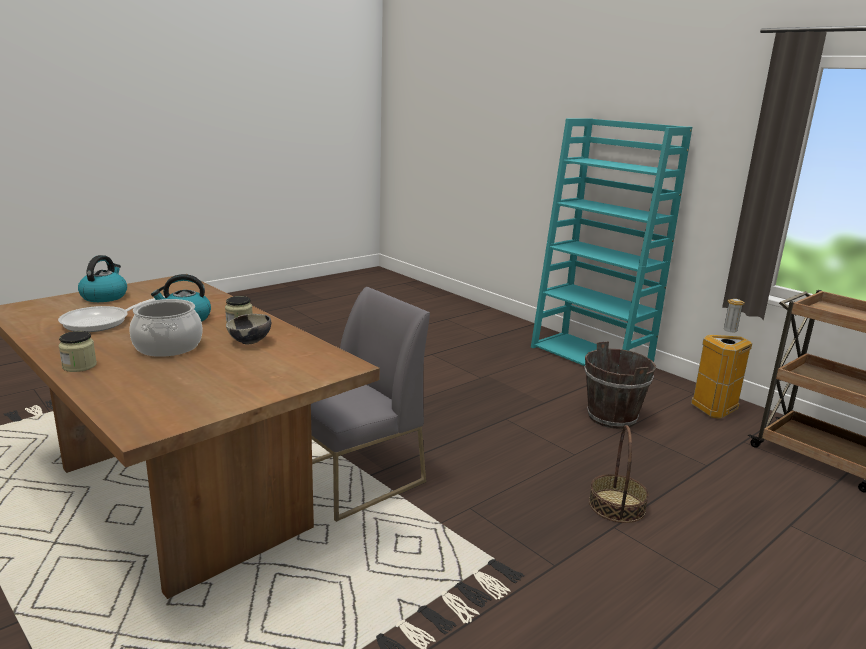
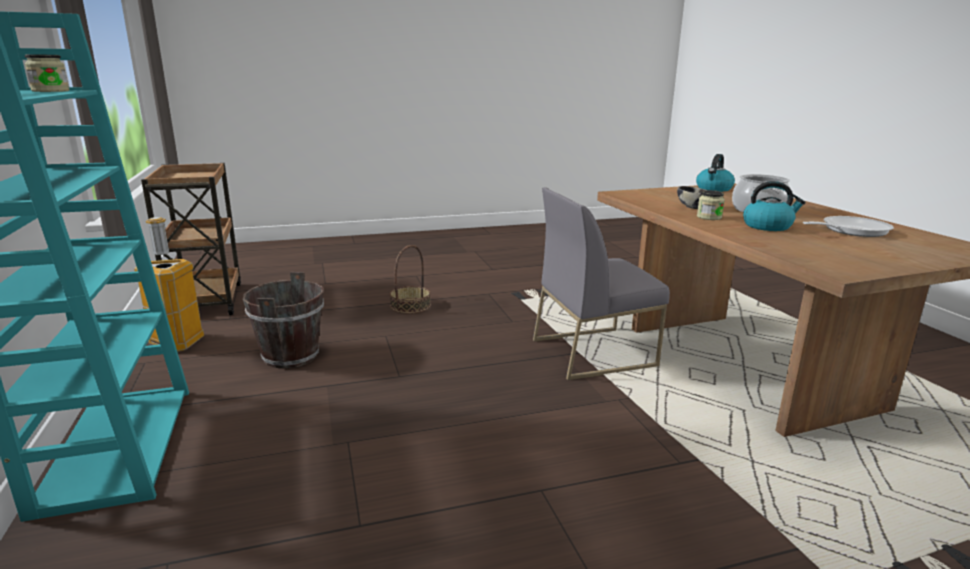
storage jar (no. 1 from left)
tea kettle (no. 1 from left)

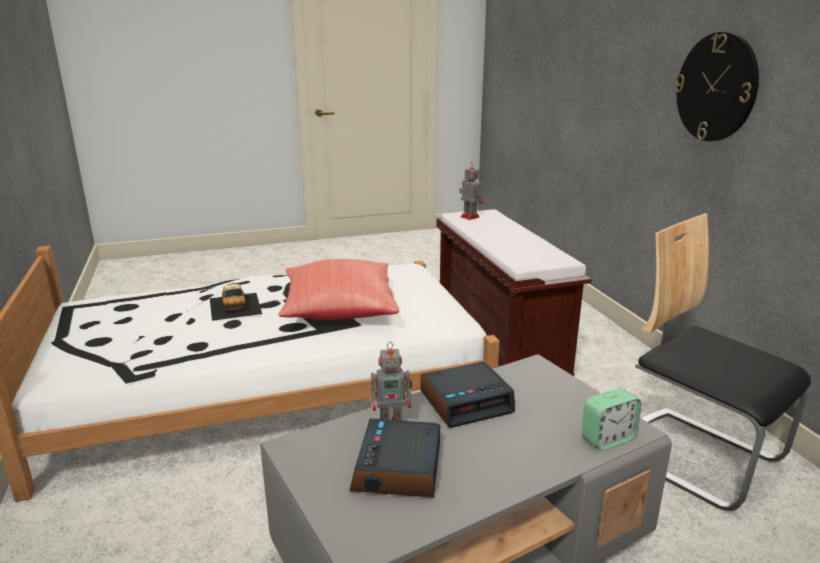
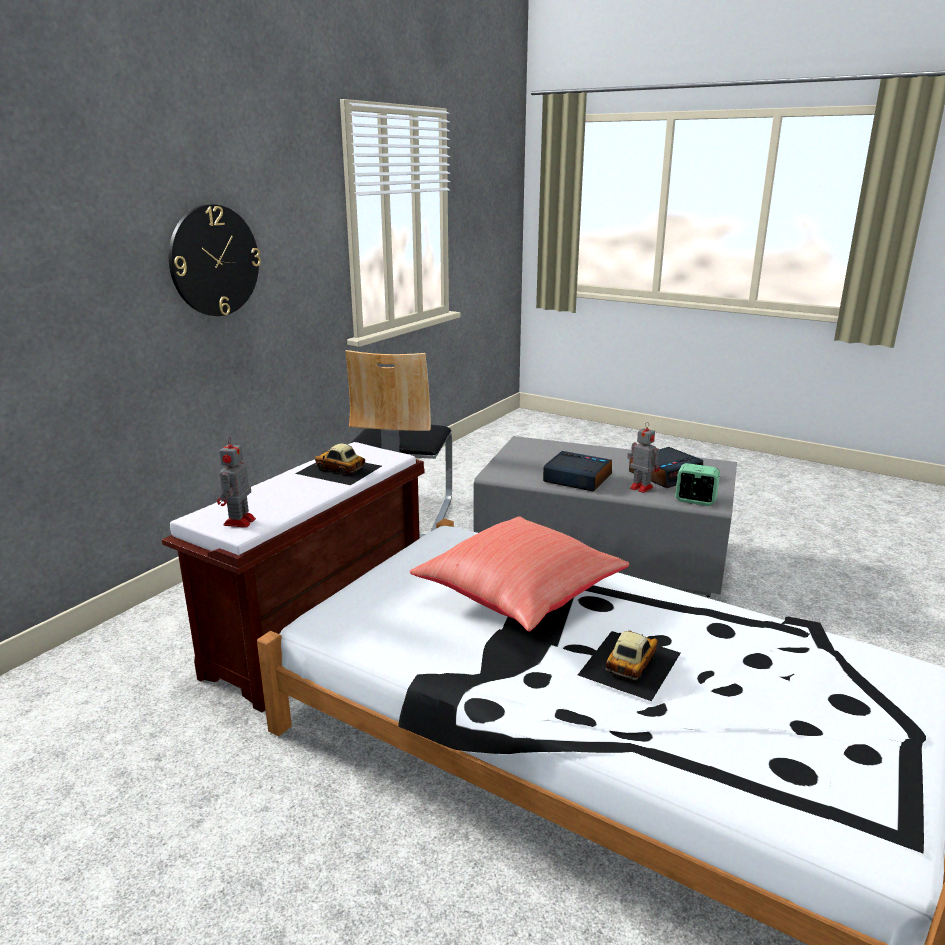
toy car (no. 1 from left)
alarm clock (no. 3 from left)

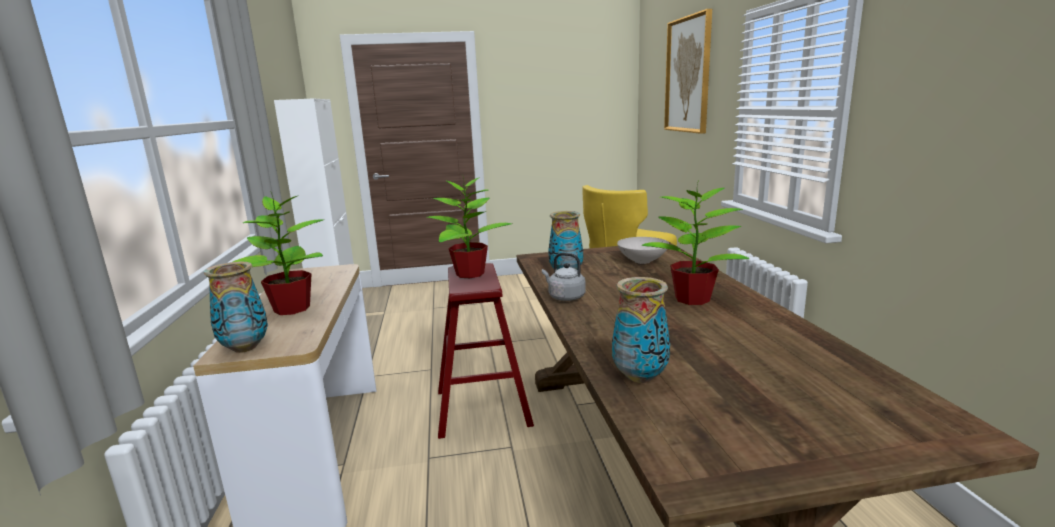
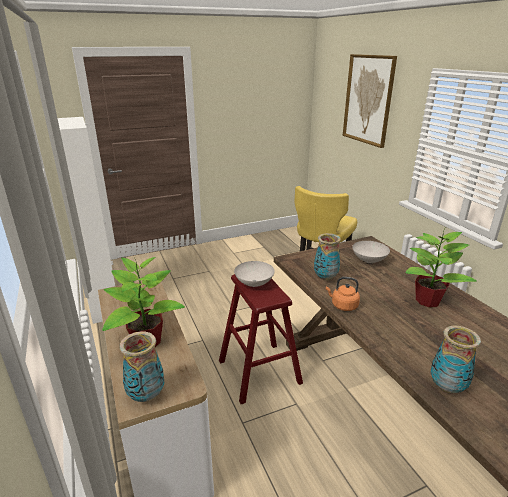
deep dish/white-coloured (no. 1 from left)
tea kettle/orangey

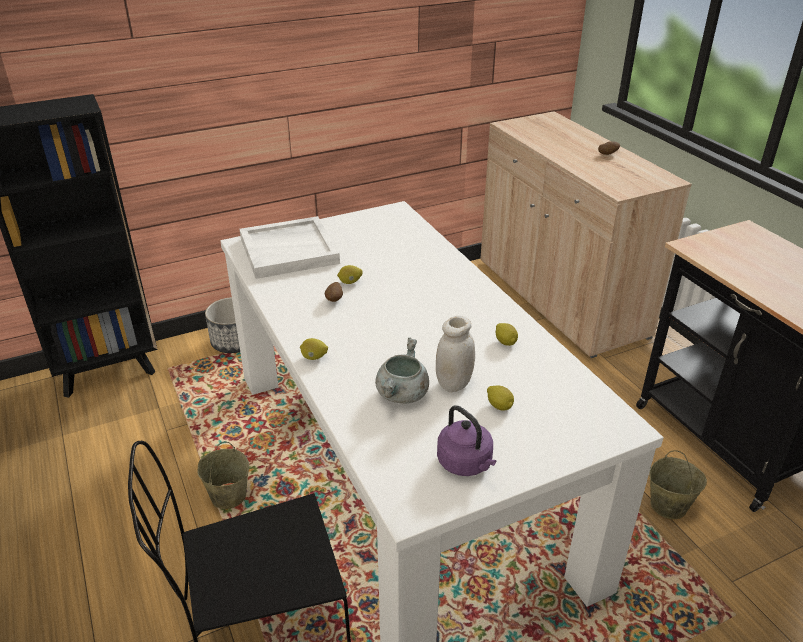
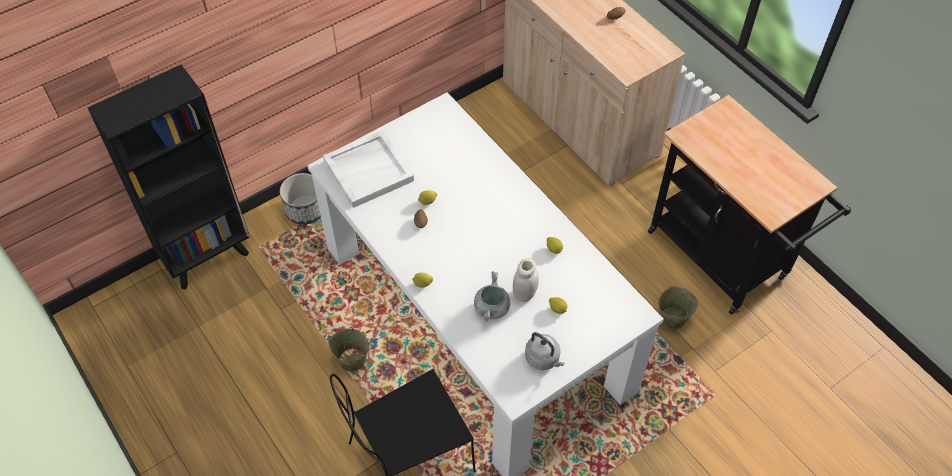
tea kettle/greyish

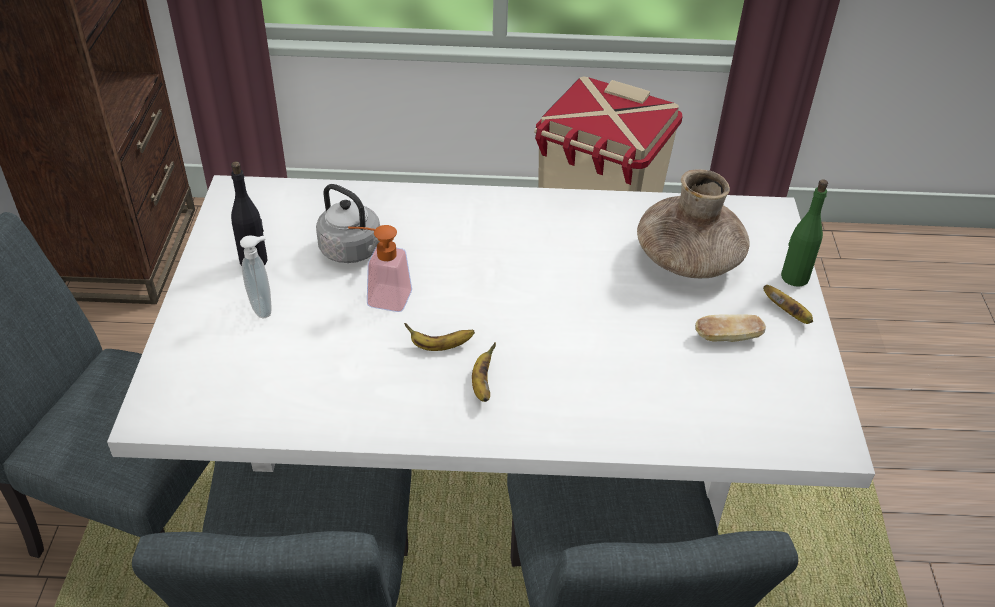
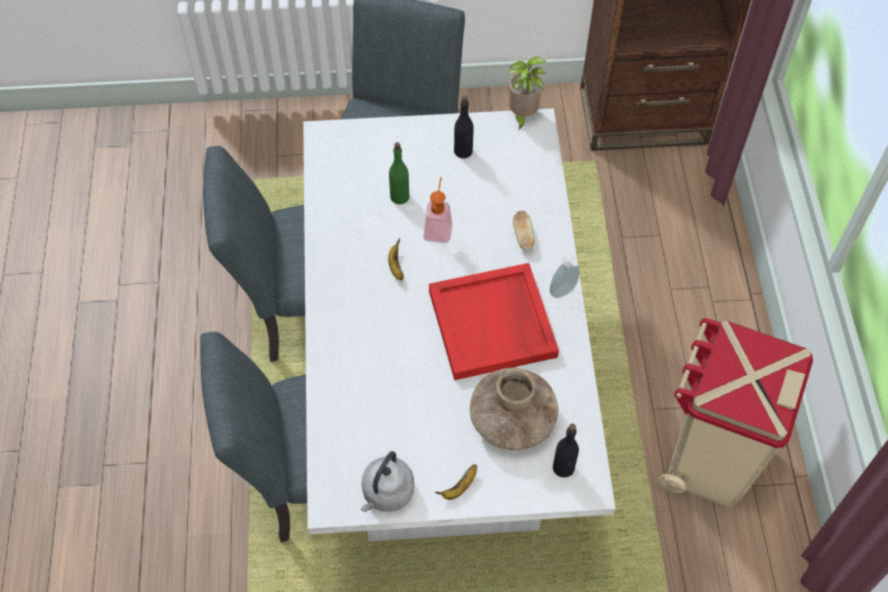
whole banana (no. 2 from left in the first image)
tray/red
potted plant
bottle/black-coloured (no. 2 from left)
soap bottle (no. 2 from left)
tea kettle/greyish
bread
bottle/greenish

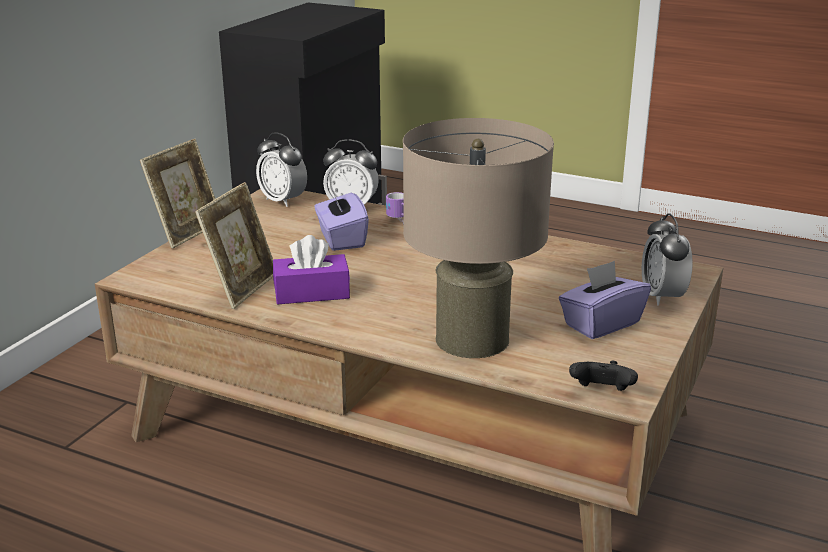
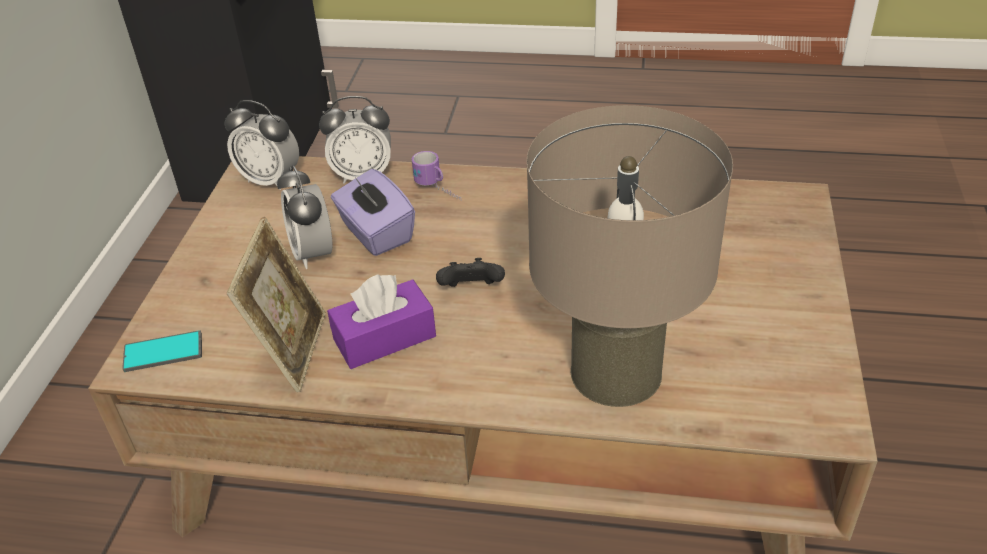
photo frame (no. 1 from left in the first image)
tissue holder/purple (no. 3 from left in the first image)
telephone
game controller/black-coloured
alarm clock (no. 2 from left)

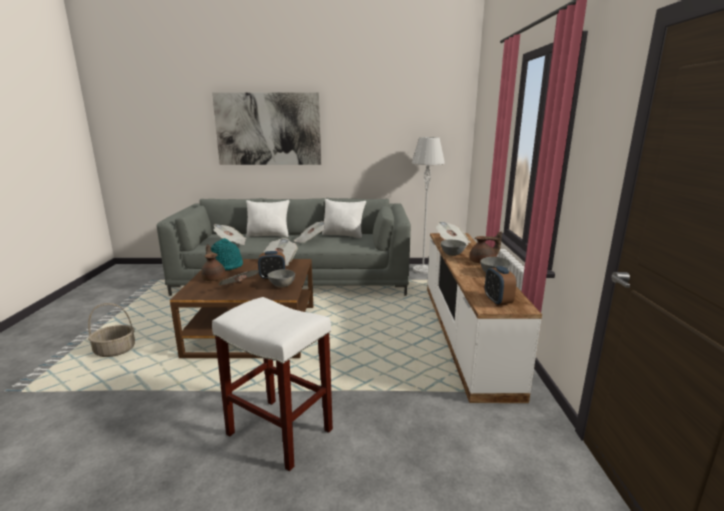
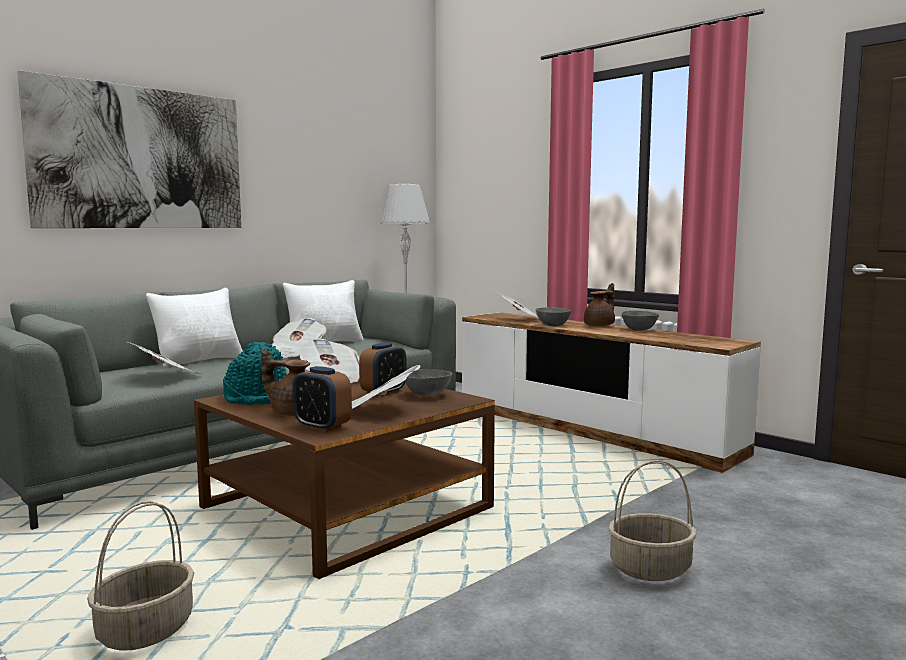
alarm clock (no. 1 from left)
storage basket (no. 2 from left)

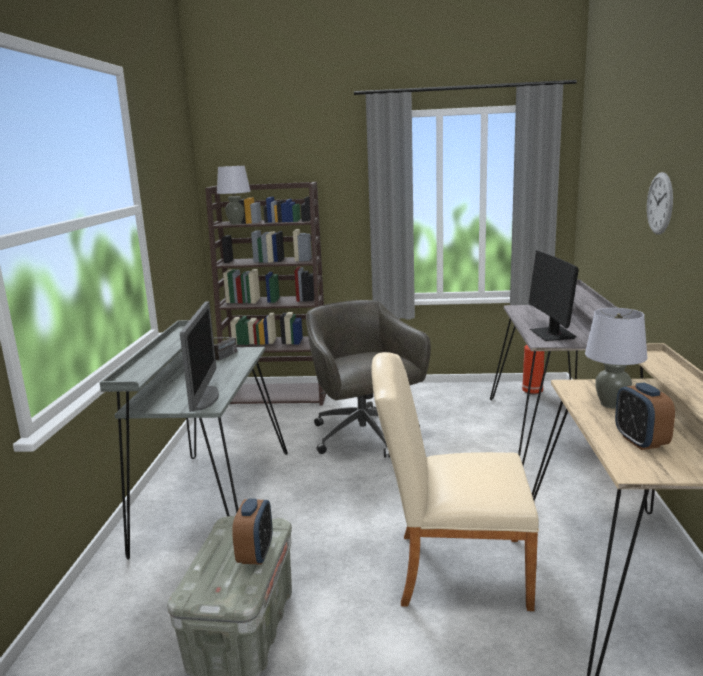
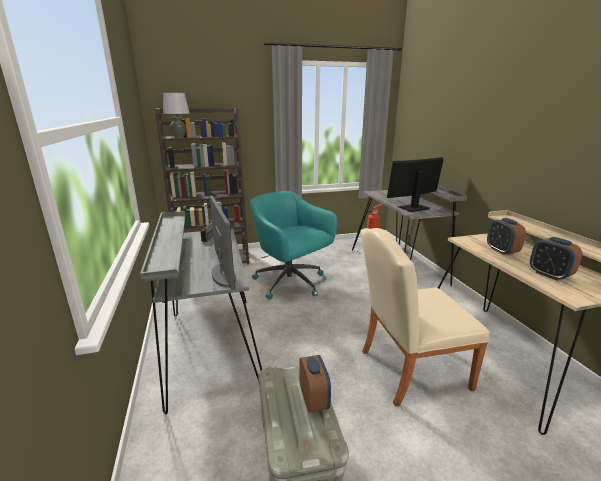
clock on the wall
alarm clock (no. 2 from left)
office chair/turquoise
monitor (no. 2 from left)

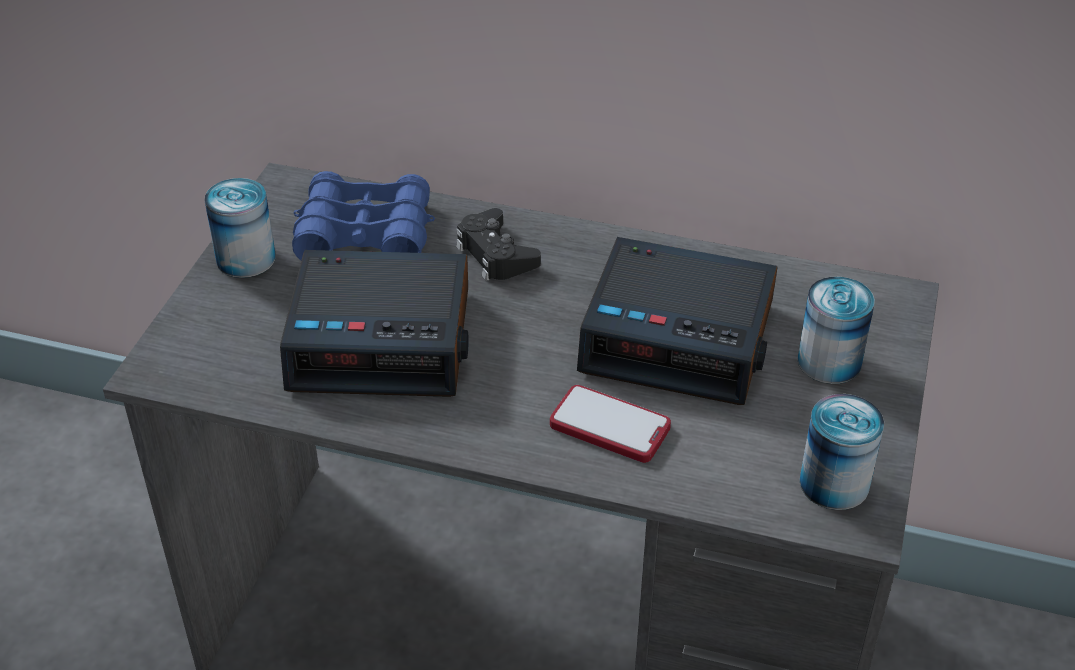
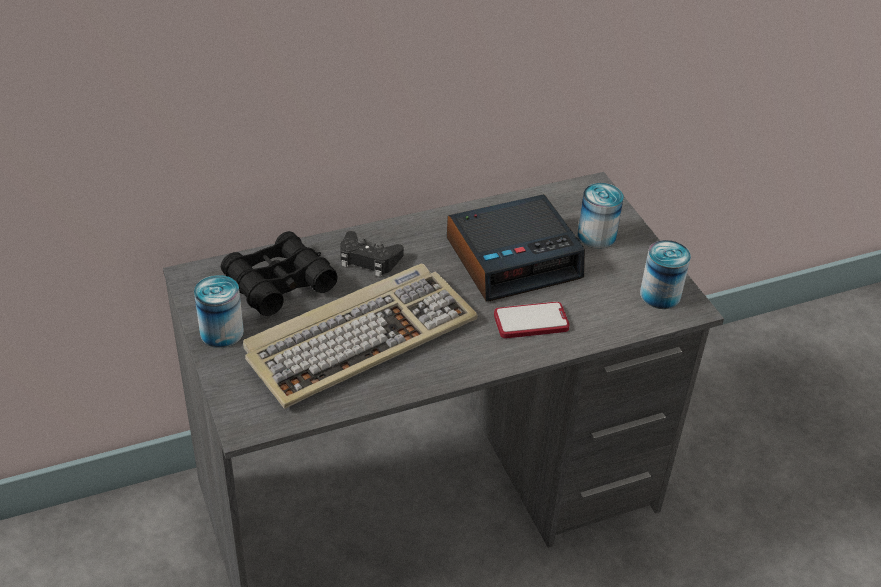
PC keyboard
binoculars/black-coloured

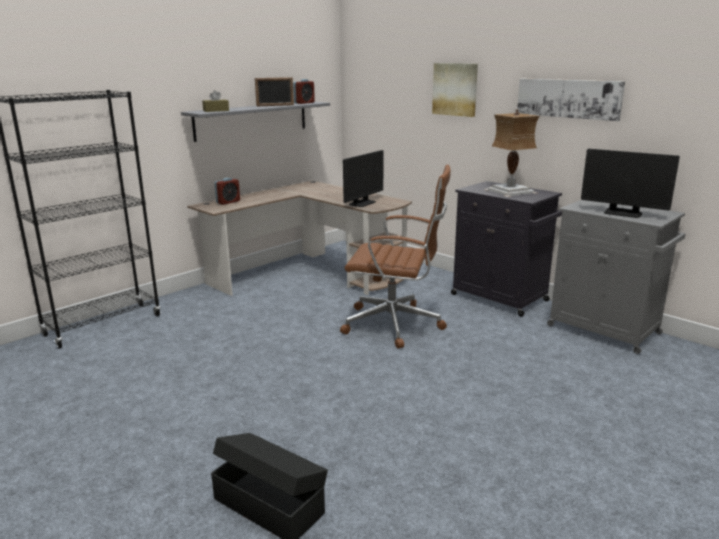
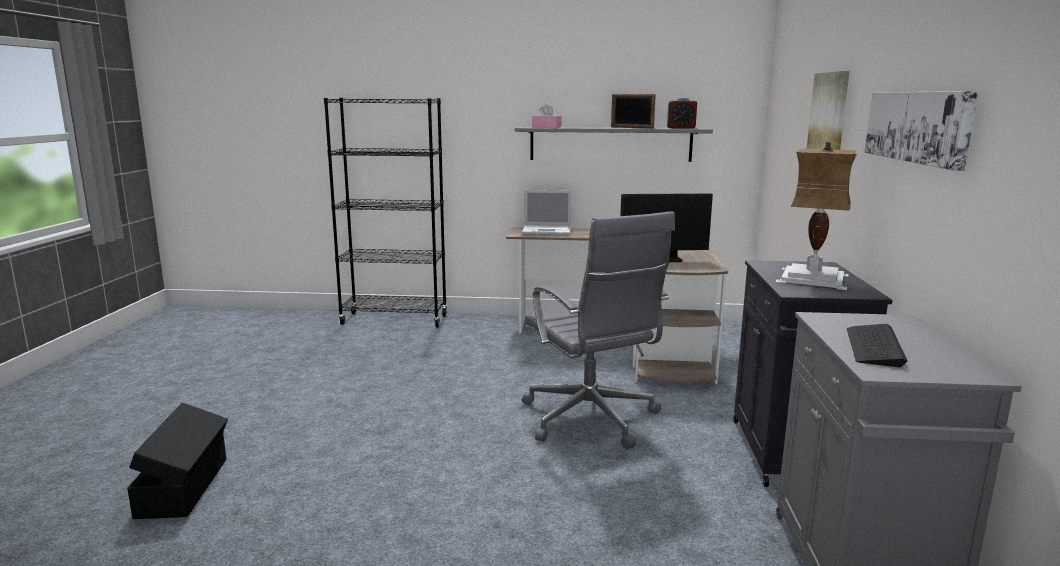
laptop
PC keyboard
tissue holder/pink
office chair/greyish

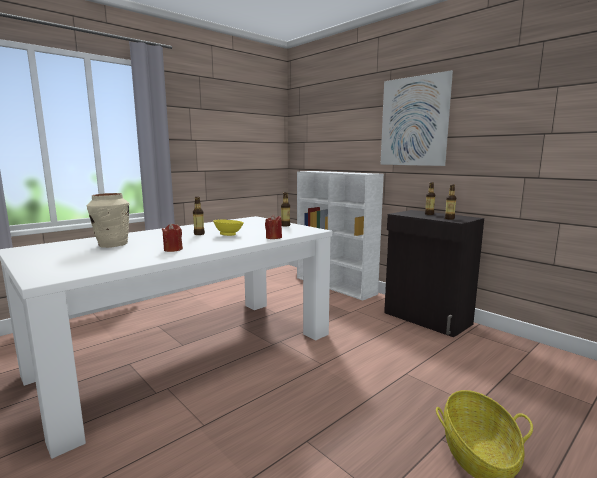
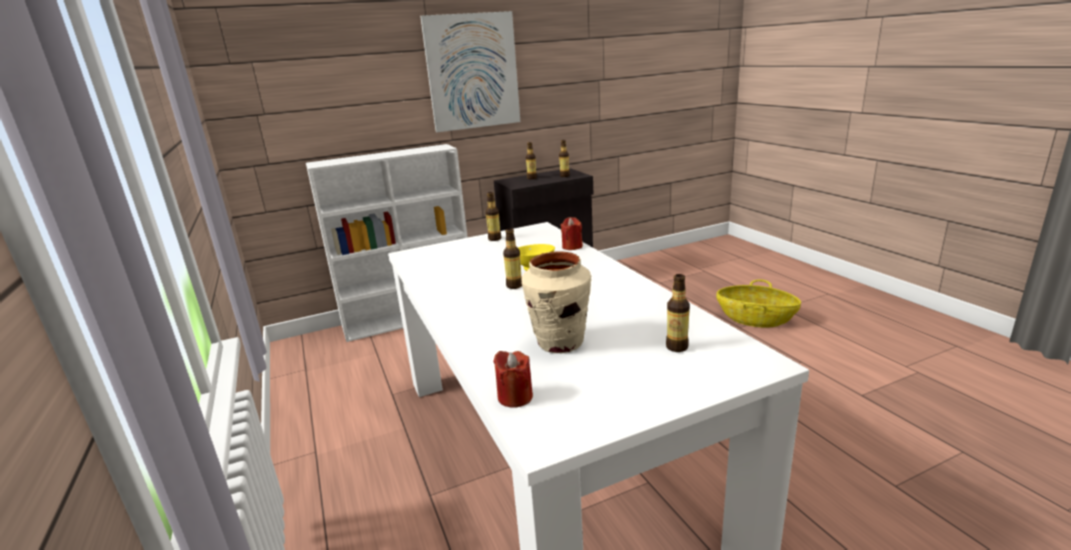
bottle (no. 5 from left)
candle/red (no. 1 from left)

